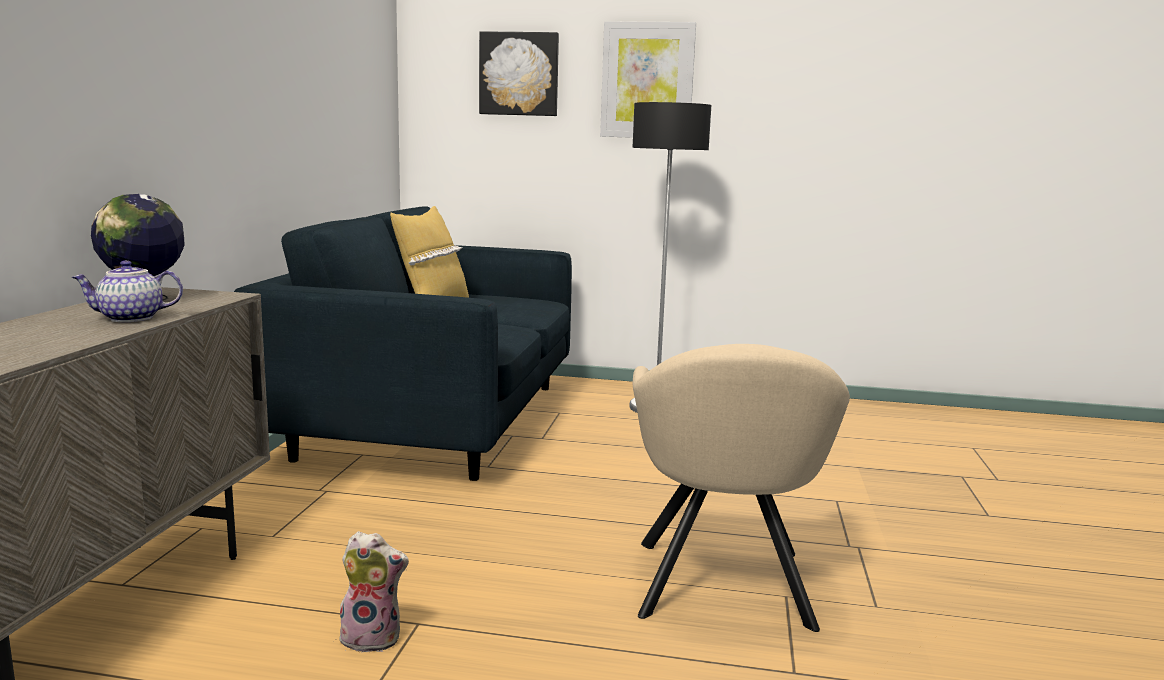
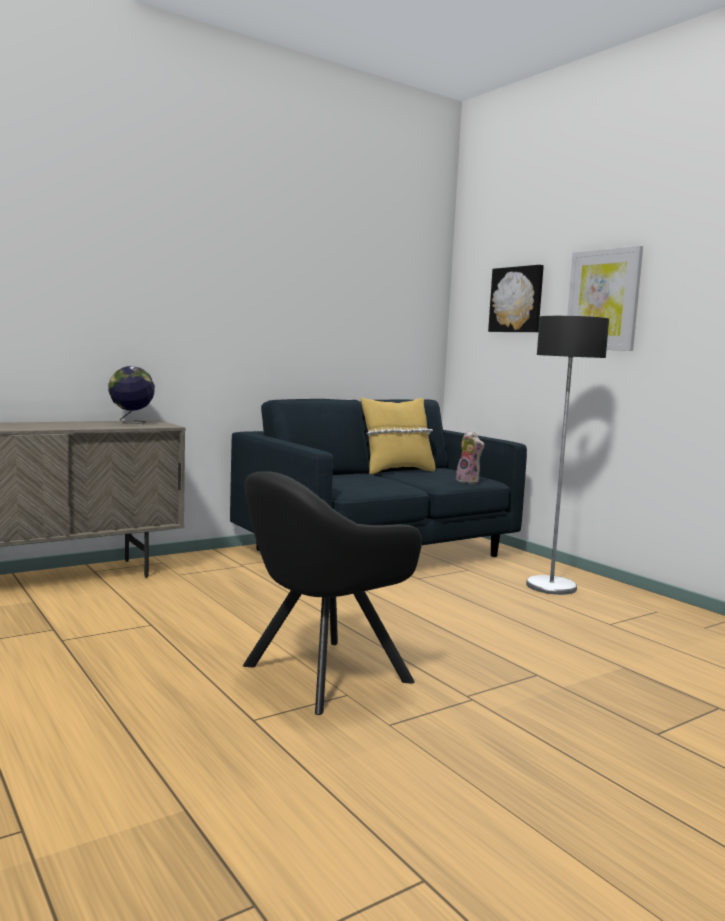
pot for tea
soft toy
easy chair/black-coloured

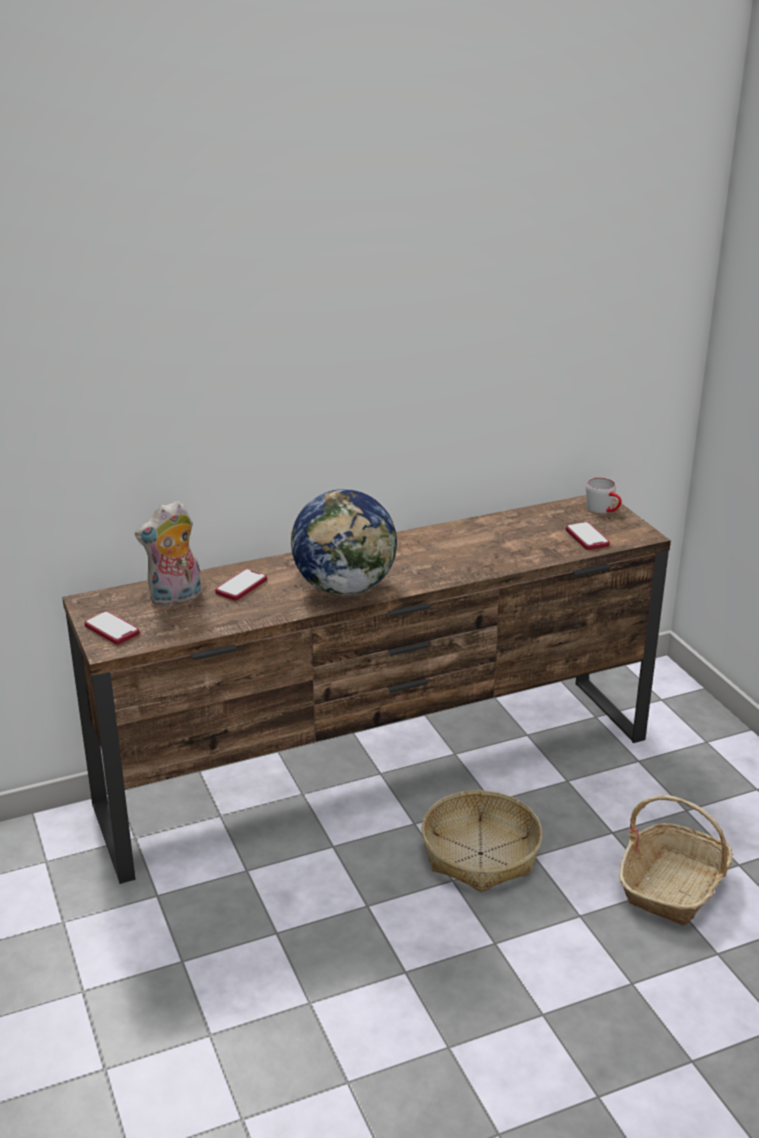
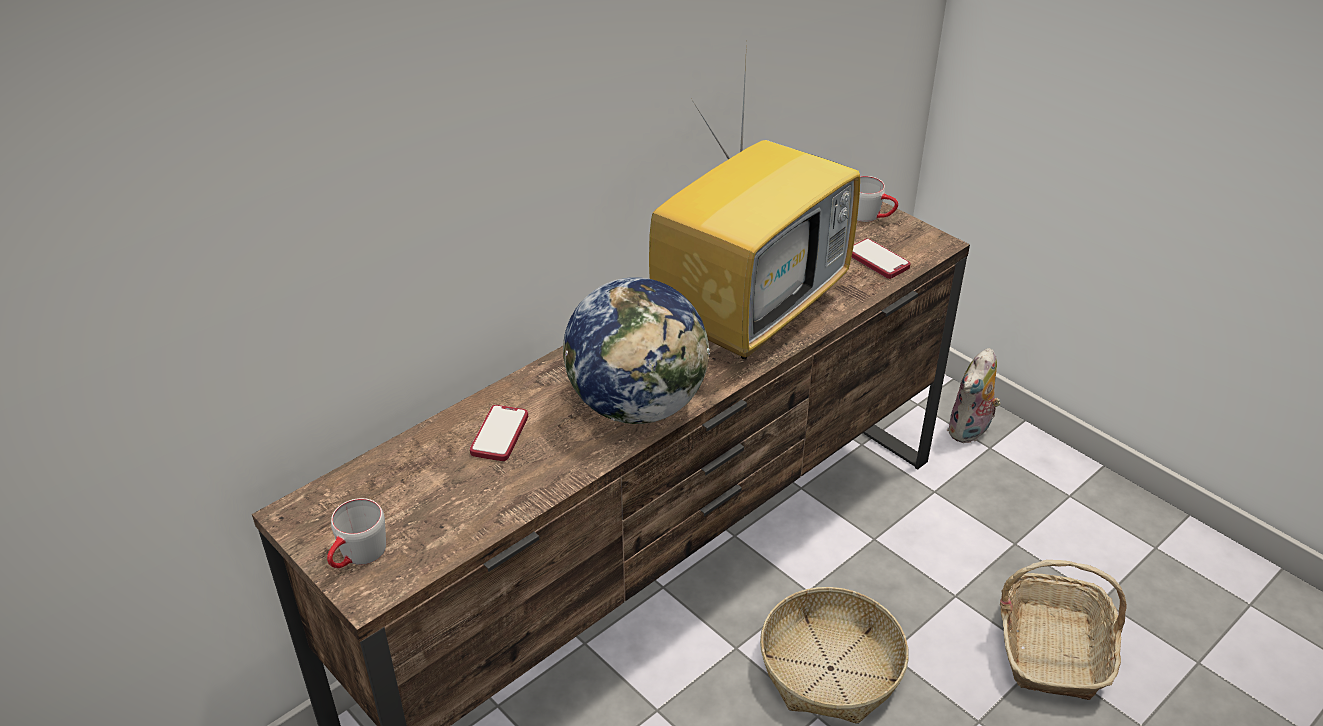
TV
soft toy
tea mug/greyish (no. 1 from left)

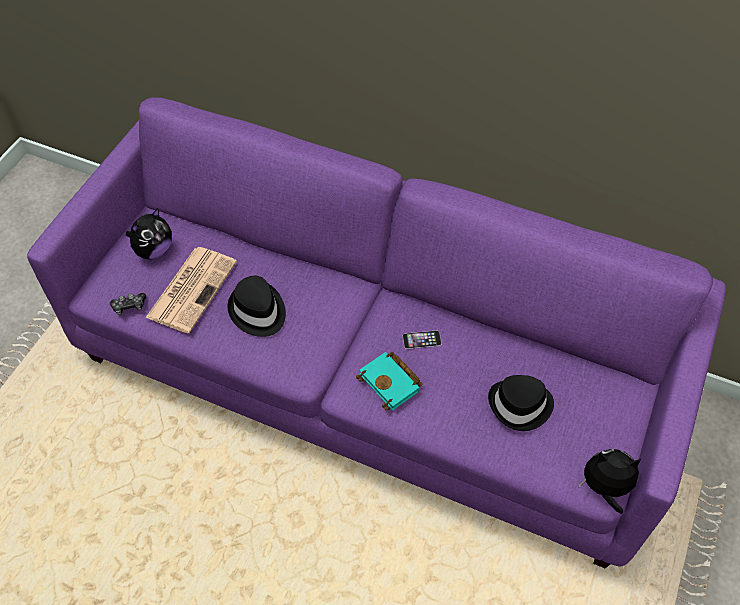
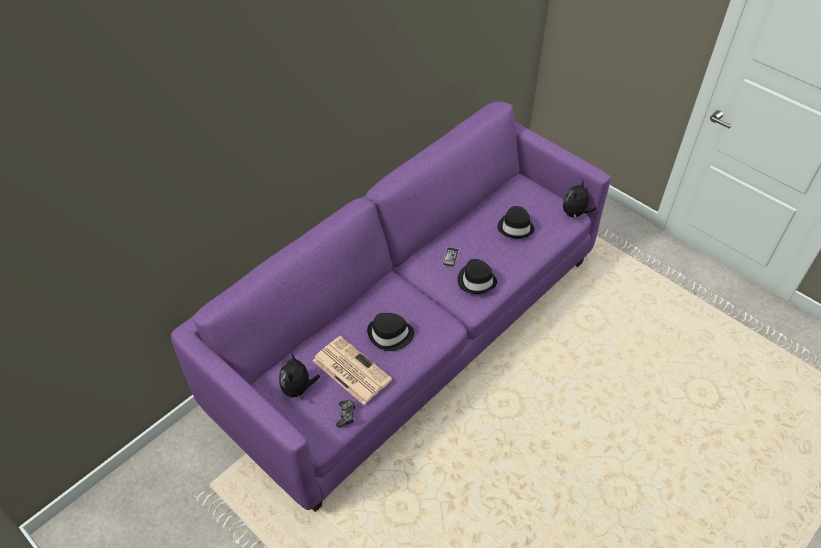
wearable hat/black-coloured (no. 2 from left)
soft toy (no. 1 from left)

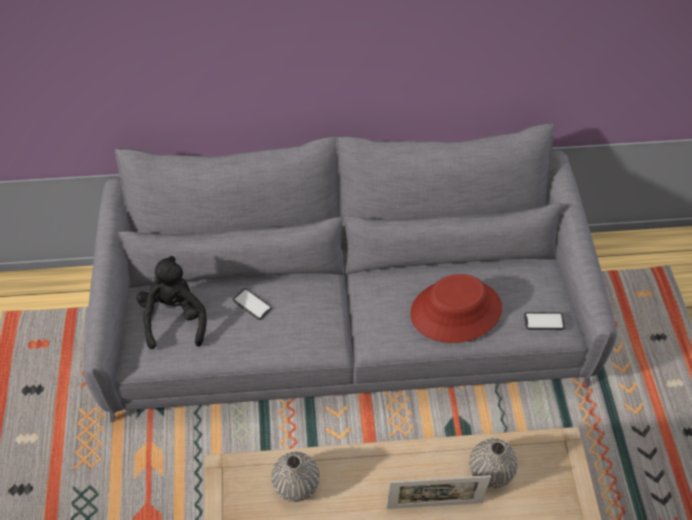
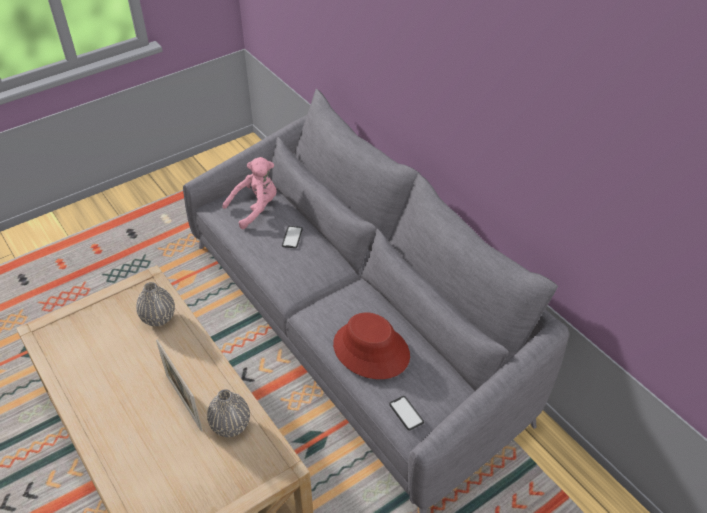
soft toy/pink

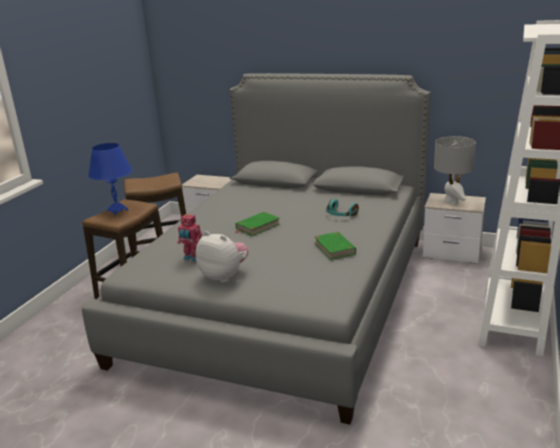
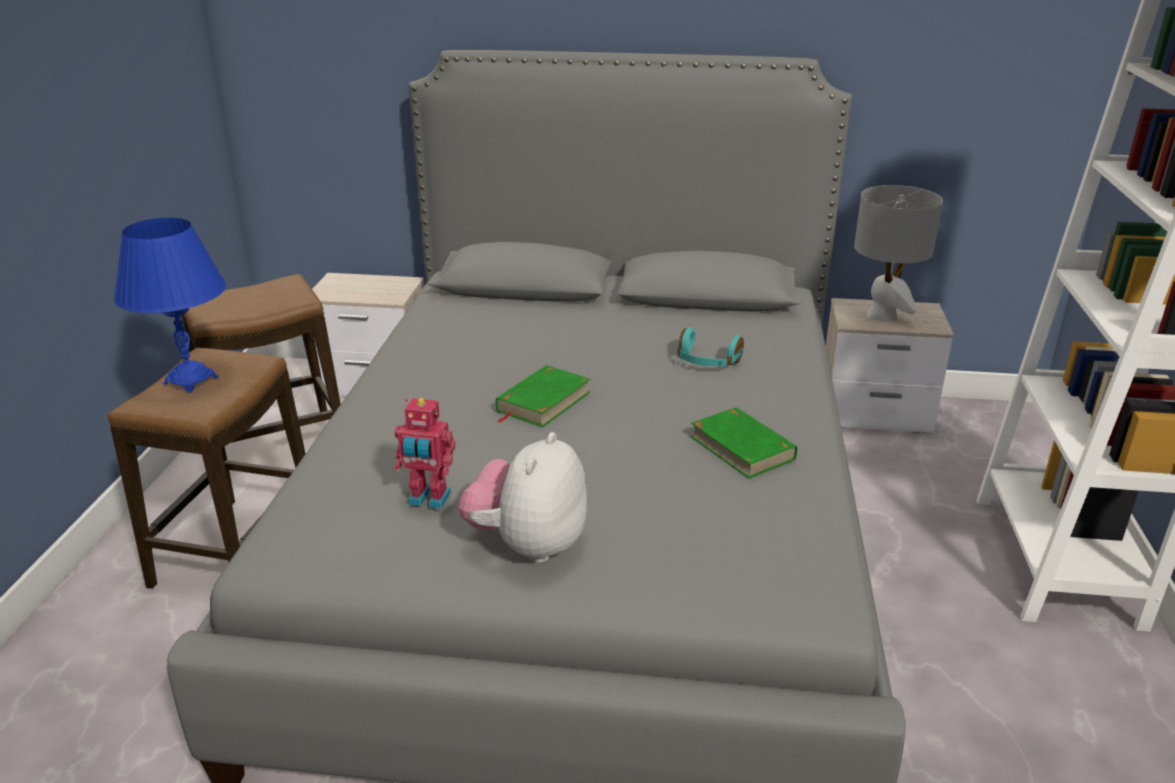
soft toy

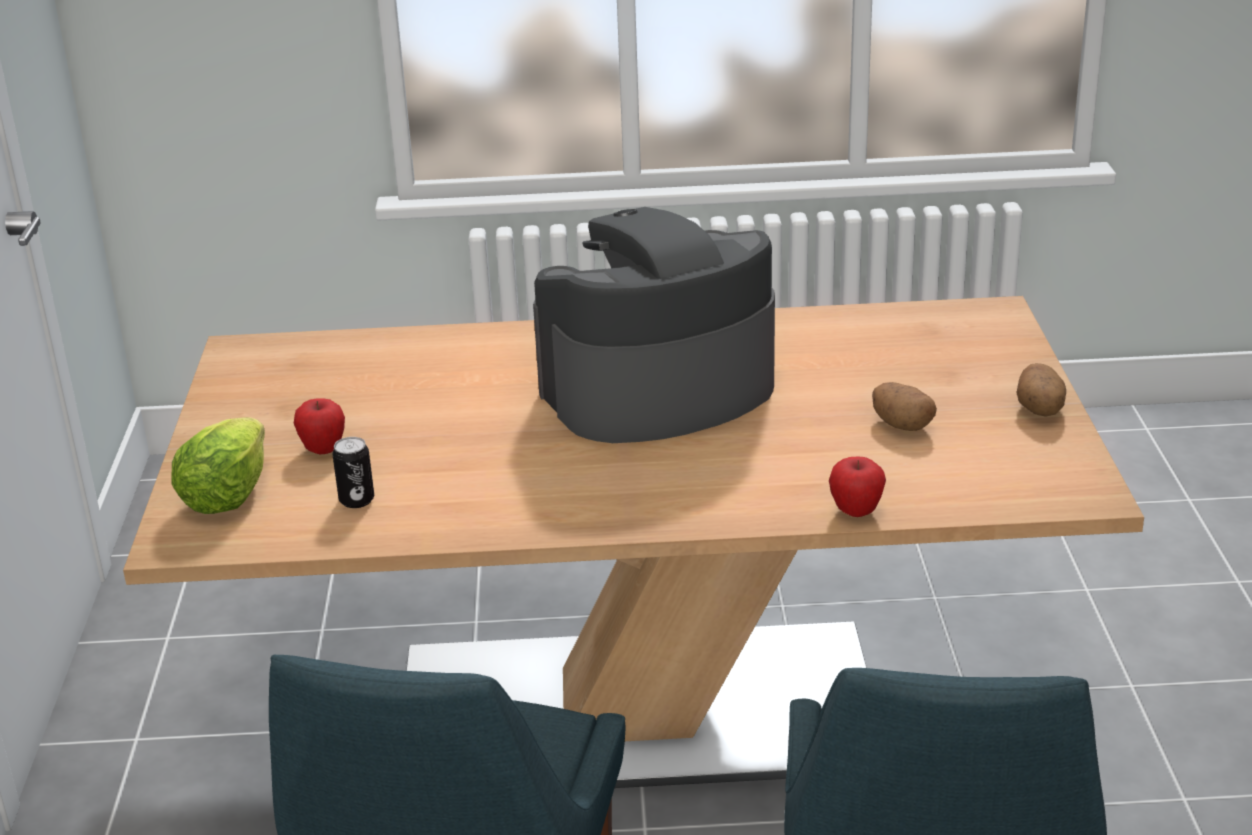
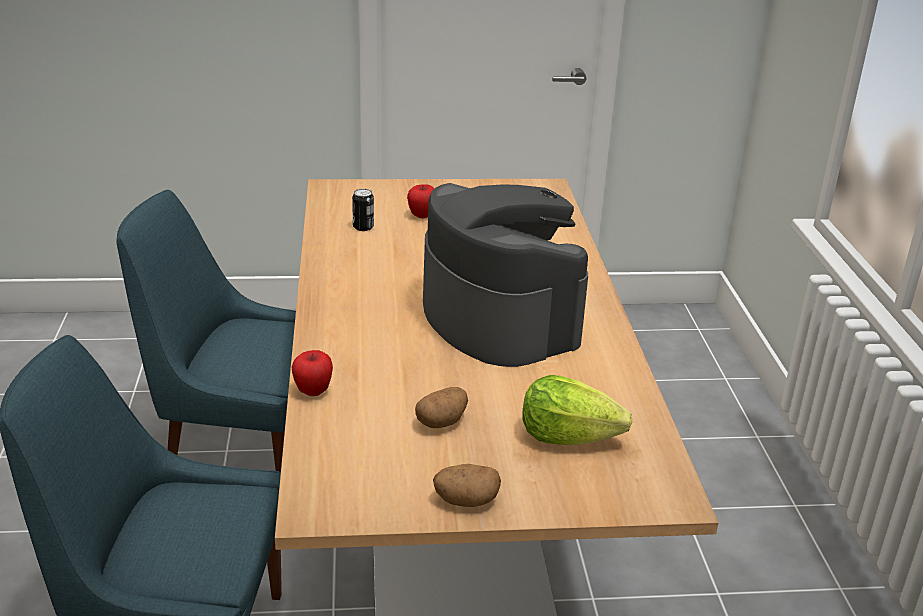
lettuce head

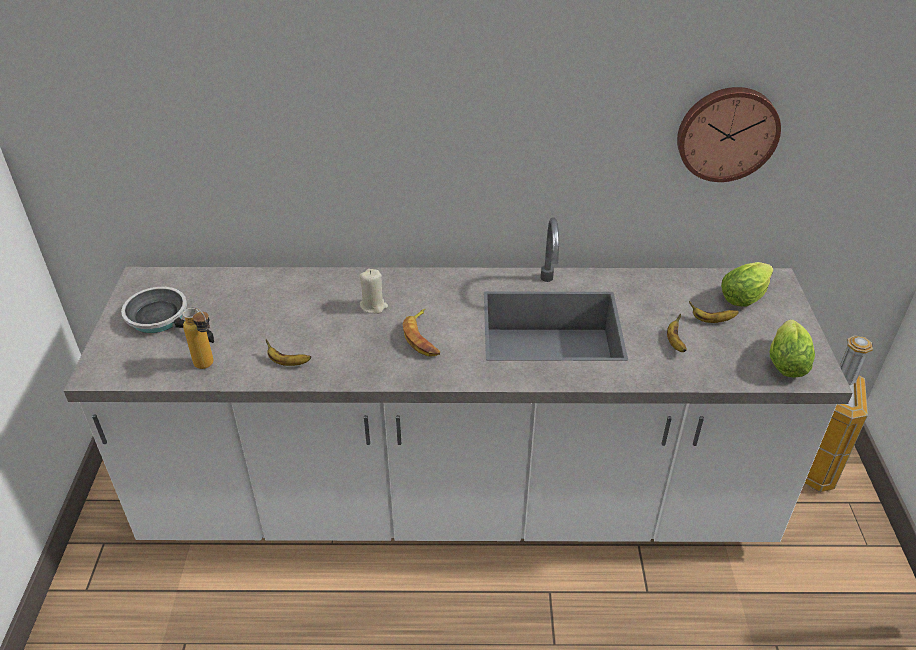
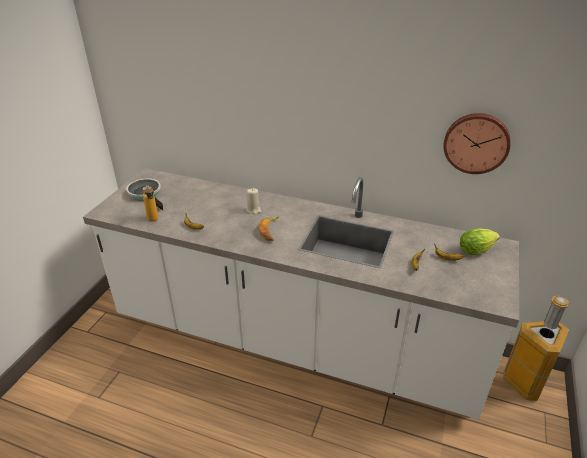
lettuce head (no. 2 from left in the first image)

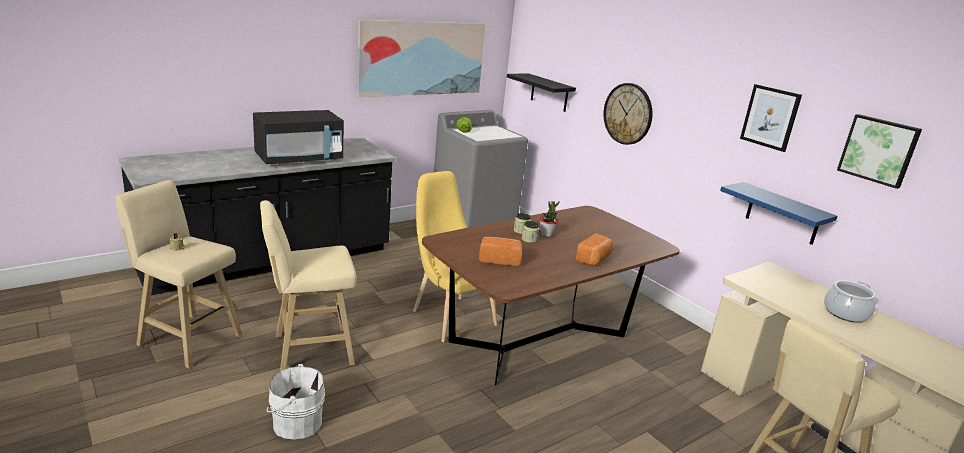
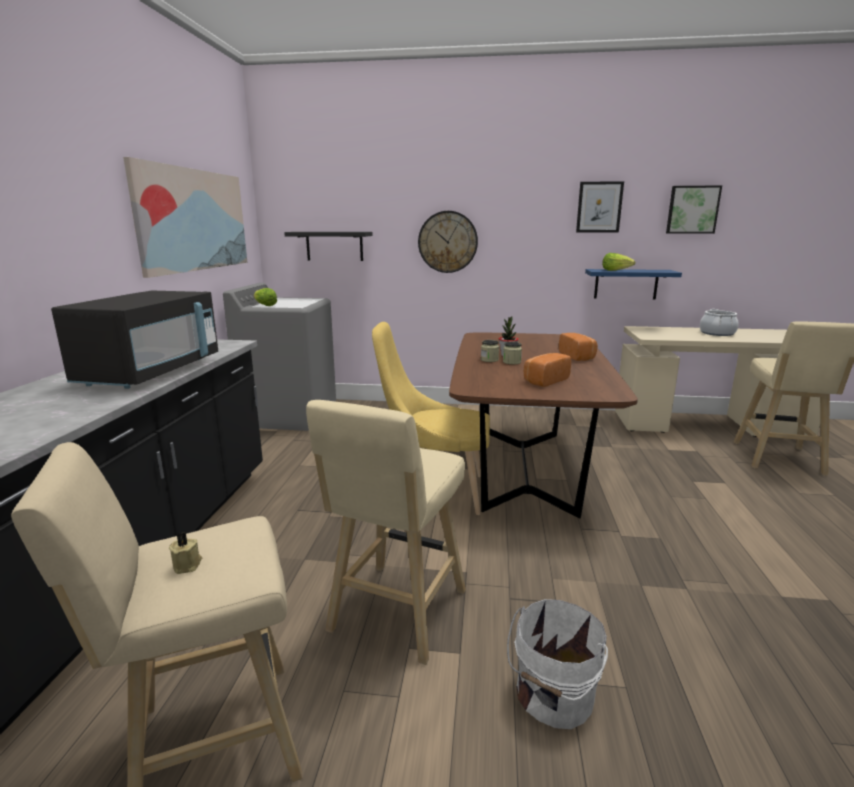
lettuce head (no. 2 from left)

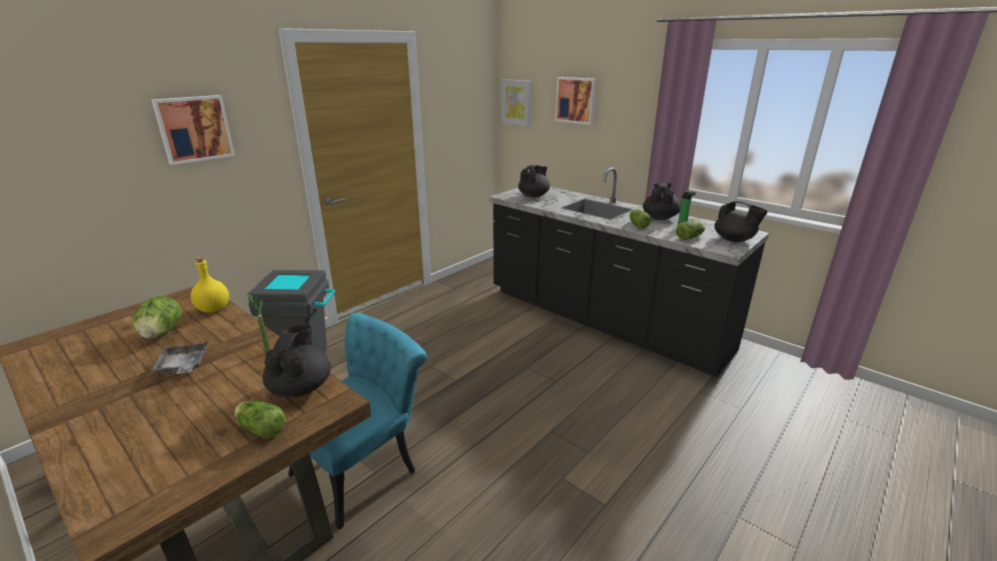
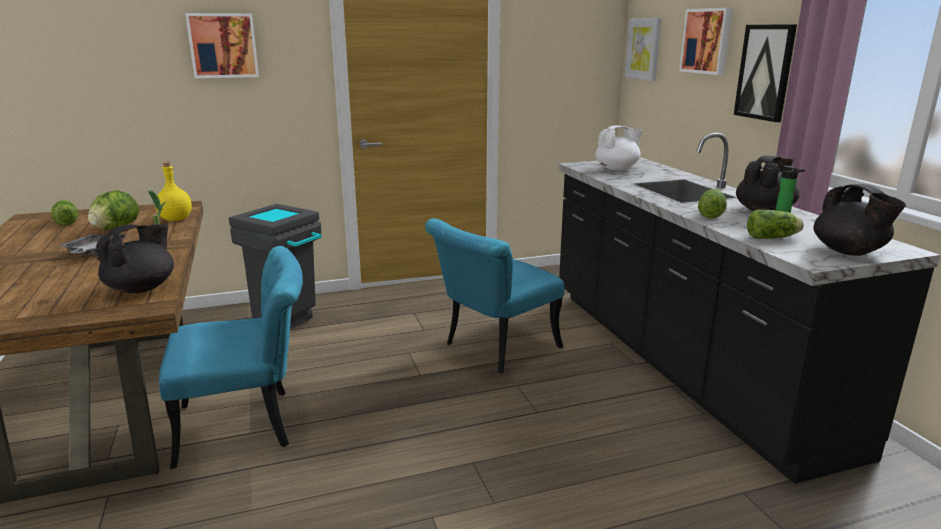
plain chair/turquoise (no. 2 from left)
picture (no. 4 from left)
lettuce head (no. 1 from left)
pot for tea/white-coloured

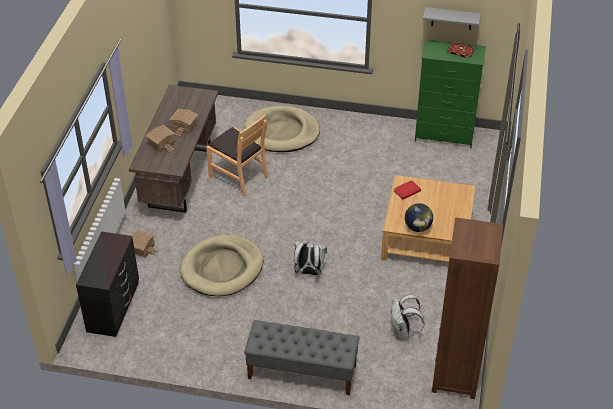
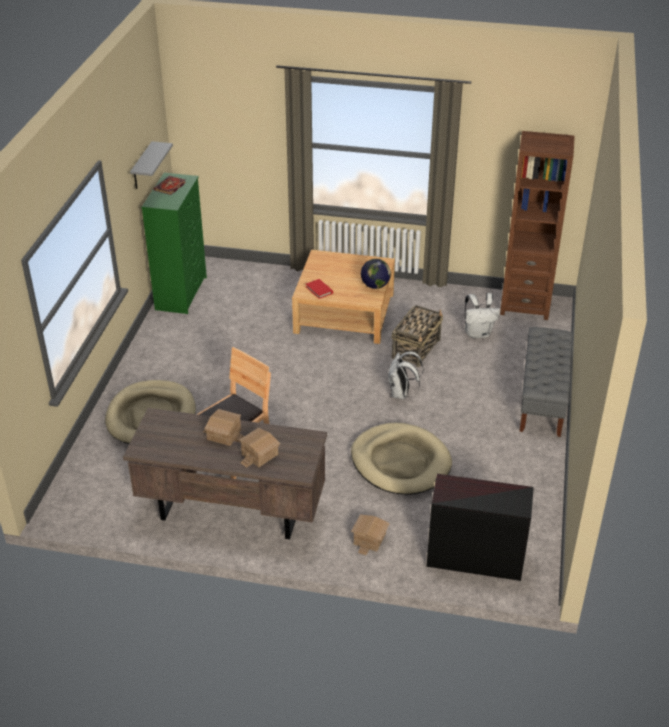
storage basket

